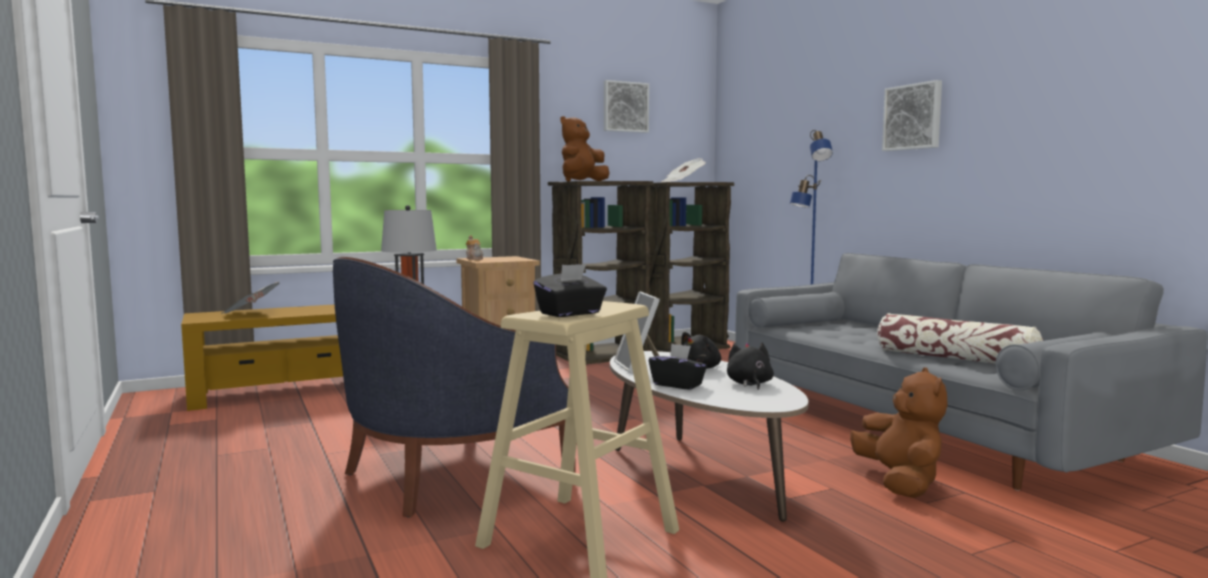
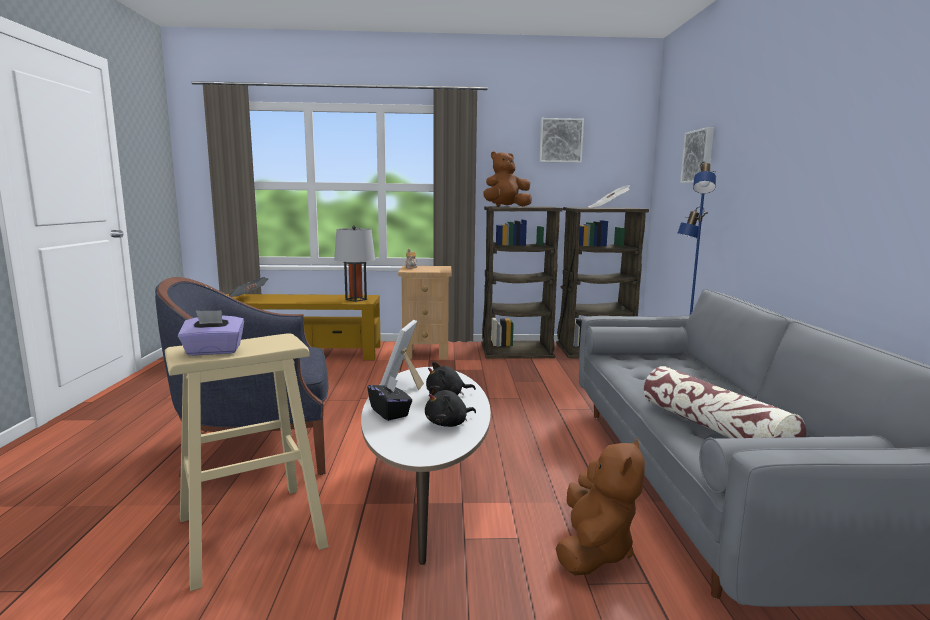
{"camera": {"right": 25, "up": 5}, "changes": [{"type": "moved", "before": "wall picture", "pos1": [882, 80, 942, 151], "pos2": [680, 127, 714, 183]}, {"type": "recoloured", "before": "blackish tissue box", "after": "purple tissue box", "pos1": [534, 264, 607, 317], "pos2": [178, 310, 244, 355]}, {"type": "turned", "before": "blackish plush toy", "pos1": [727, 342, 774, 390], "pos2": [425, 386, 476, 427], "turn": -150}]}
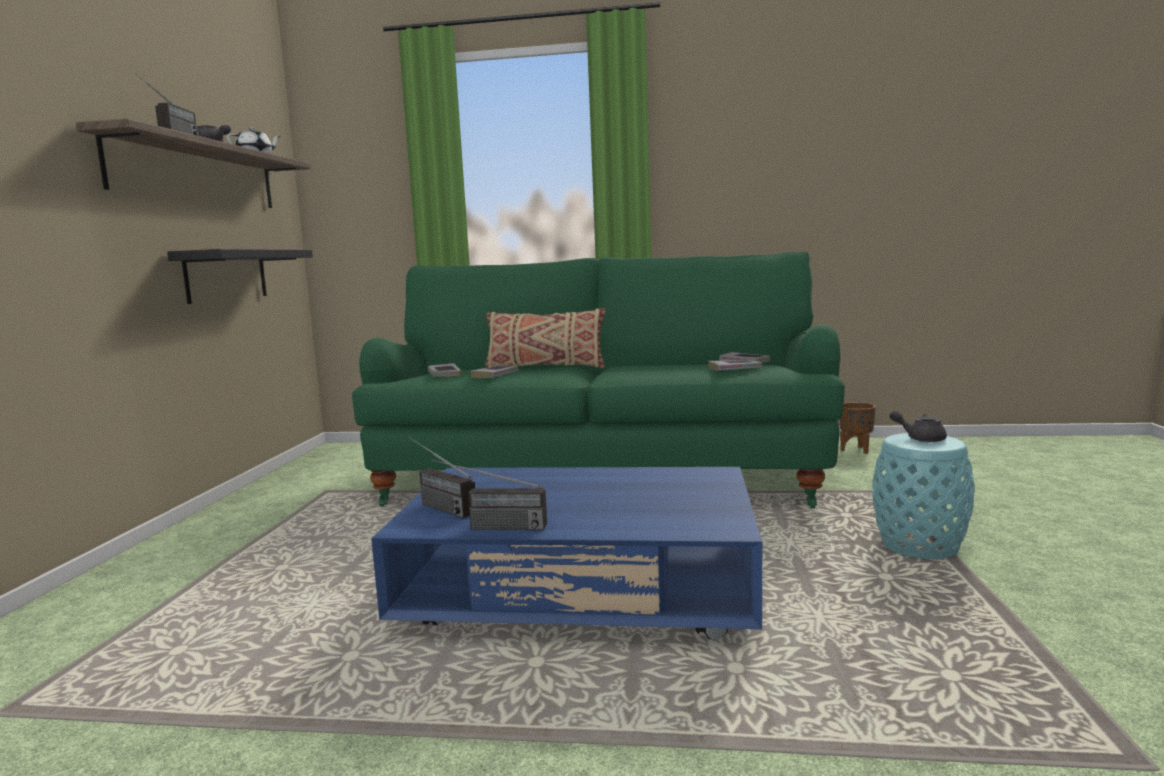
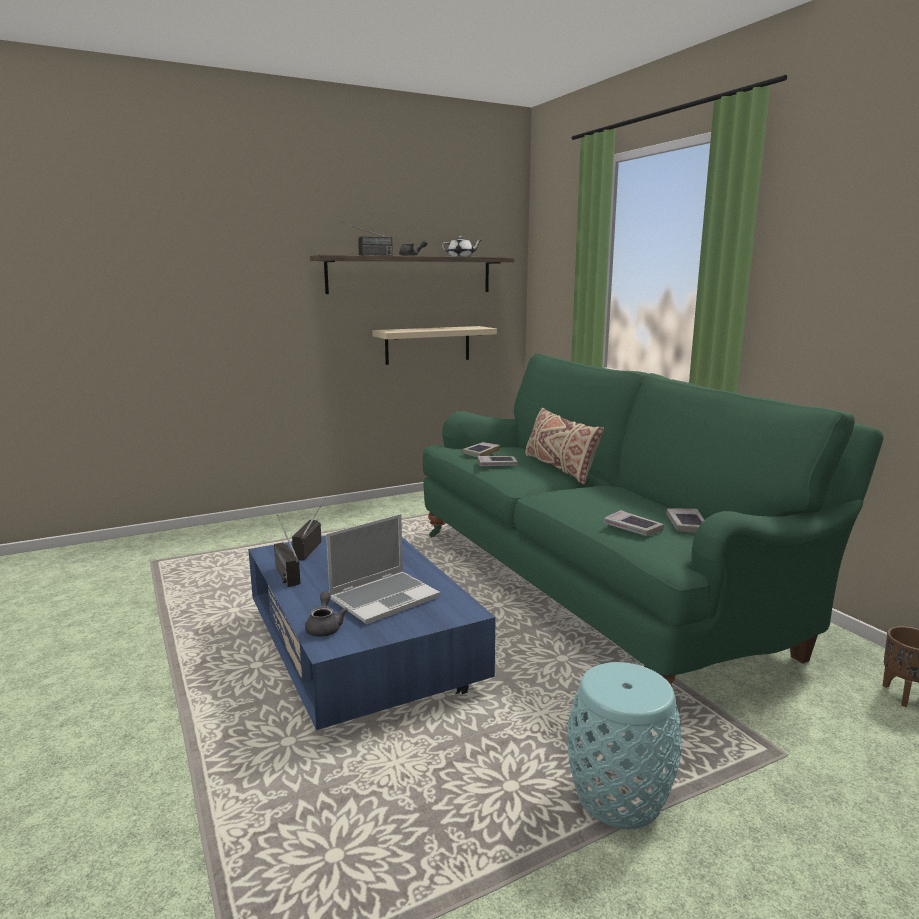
{"camera": {"right": 55, "up": 5}, "changes": [{"type": "recoloured", "before": "blackish bracket shelf", "after": "sand-coloured bracket shelf", "pos1": [167, 249, 313, 304], "pos2": [372, 326, 497, 365]}, {"type": "moved", "before": "grey tea pot", "pos1": [889, 410, 947, 442], "pos2": [305, 591, 348, 637]}, {"type": "added", "after": "notebook computer", "pos2": [326, 514, 440, 624]}]}
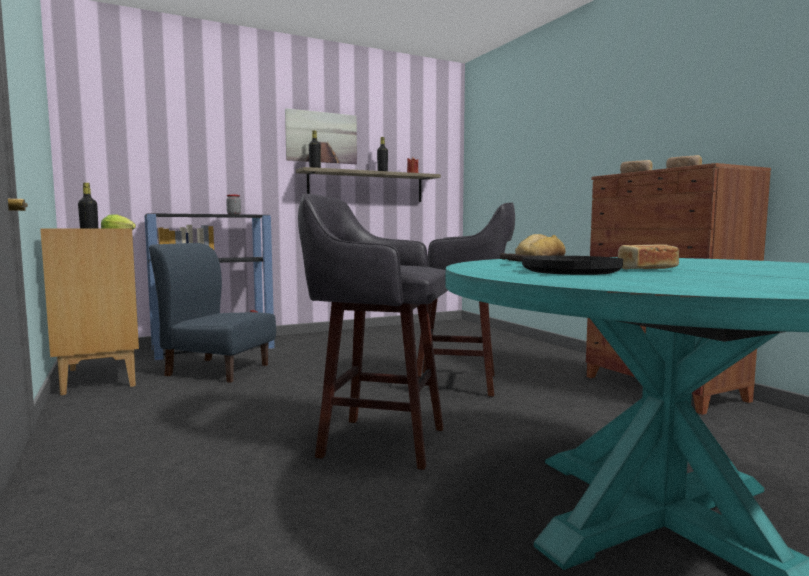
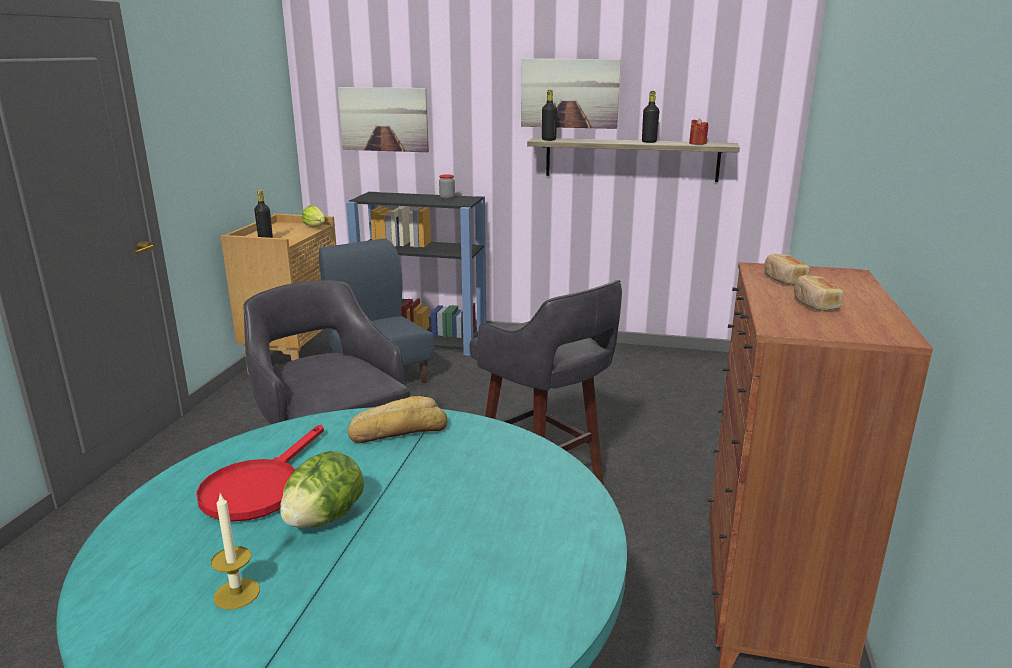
{"camera": {"right": 40, "up": 15}, "changes": [{"type": "replaced", "before": "bread", "after": "head of lettuce", "pos1": [618, 244, 679, 269], "pos2": [280, 451, 364, 528]}, {"type": "recoloured", "before": "blackish skillet", "after": "red-coloured skillet", "pos1": [500, 253, 623, 275], "pos2": [196, 424, 324, 522]}, {"type": "added", "after": "wall picture", "pos2": [338, 87, 429, 152]}, {"type": "added", "after": "wax light", "pos2": [211, 493, 260, 610]}]}
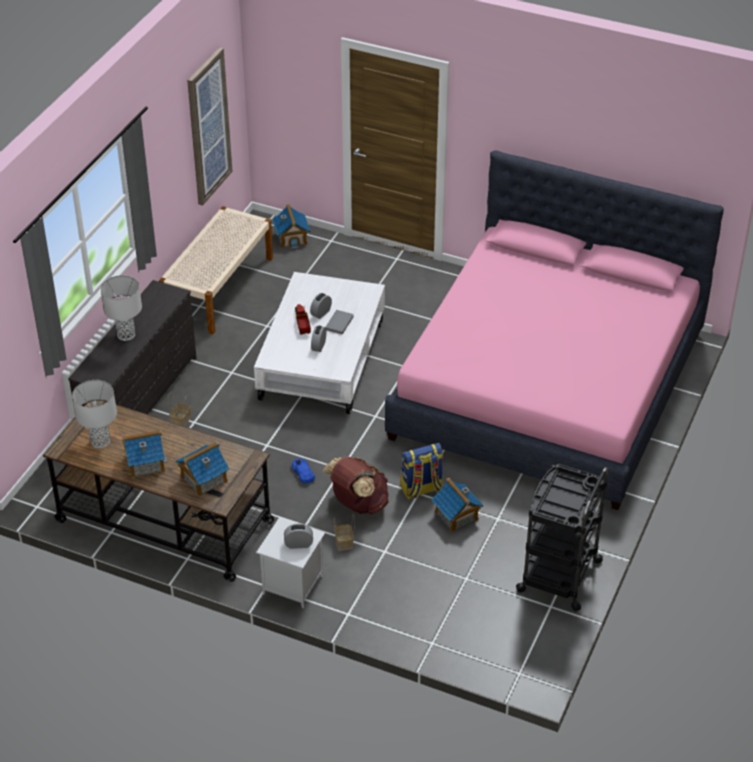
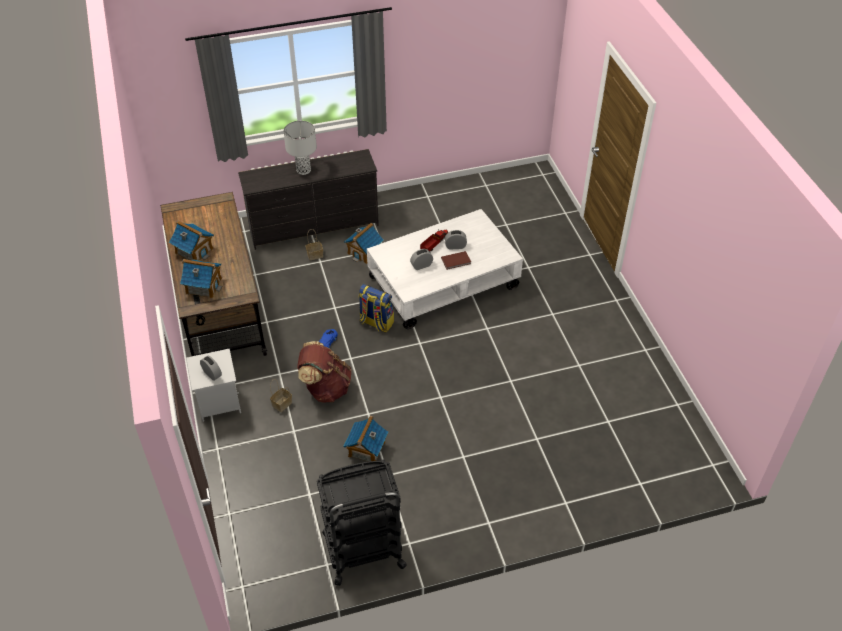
{"camera": {"right": 50, "up": 5}, "changes": [{"type": "removed", "before": "wall picture", "pos1": [187, 47, 232, 205]}, {"type": "removed", "before": "pinkish bed", "pos1": [385, 150, 724, 510]}, {"type": "moved", "before": "model house", "pos1": [272, 204, 310, 249], "pos2": [344, 223, 384, 264]}, {"type": "removed", "before": "sand-coloured bench", "pos1": [159, 206, 273, 335]}, {"type": "recoloured", "before": "grey volume", "after": "brown-coloured volume", "pos1": [325, 310, 354, 335], "pos2": [441, 251, 471, 270]}, {"type": "removed", "before": "whitish lamp for a table", "pos1": [72, 380, 117, 449]}, {"type": "moved", "before": "backpack", "pos1": [401, 443, 443, 499], "pos2": [358, 284, 394, 333]}]}
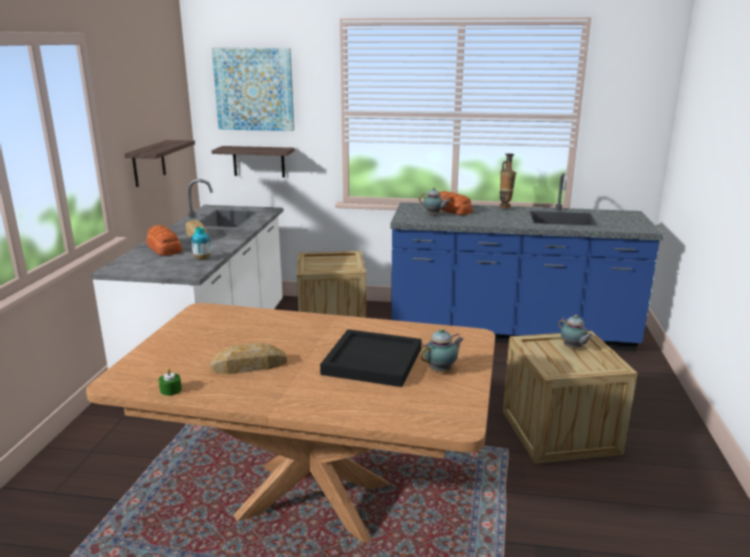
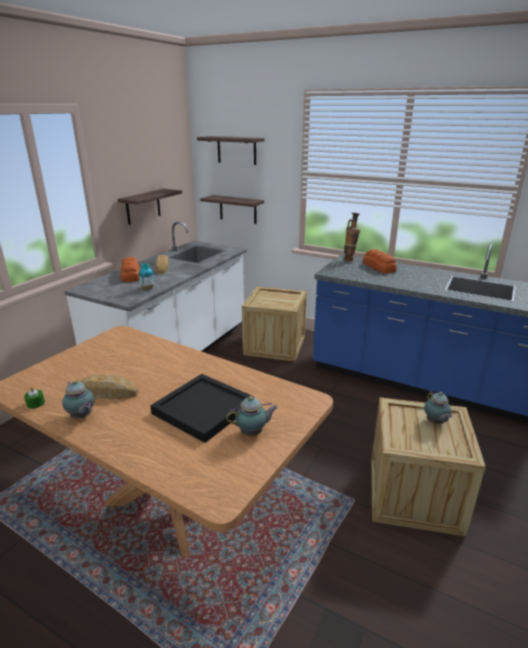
{"camera": {"right": 20, "up": 5}, "changes": [{"type": "replaced", "before": "wall picture", "after": "bracket shelf", "pos1": [212, 48, 294, 131], "pos2": [197, 136, 265, 165]}, {"type": "moved", "before": "flower vase", "pos1": [499, 153, 516, 208], "pos2": [343, 213, 360, 261]}, {"type": "moved", "before": "tea pot", "pos1": [419, 188, 450, 216], "pos2": [62, 380, 95, 418]}]}
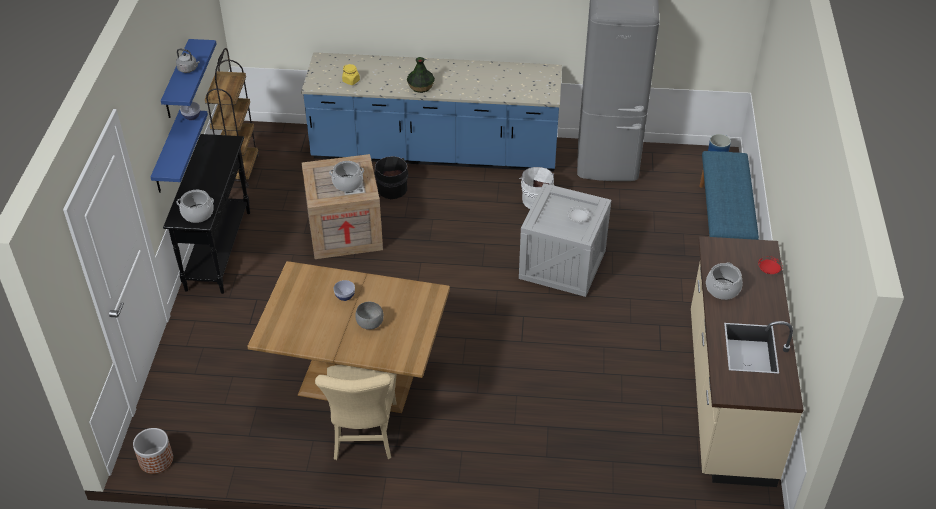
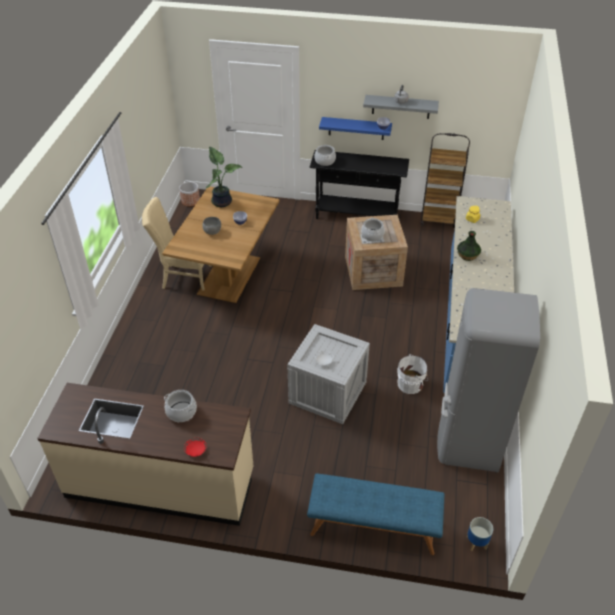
{"camera": {"right": 95, "up": 0}, "changes": [{"type": "recoloured", "before": "blue bracket shelf", "after": "grey bracket shelf", "pos1": [161, 39, 216, 118], "pos2": [363, 95, 439, 119]}, {"type": "removed", "before": "blackish water bucket", "pos1": [374, 156, 409, 199]}, {"type": "added", "after": "potted plant", "pos2": [206, 147, 242, 207]}]}
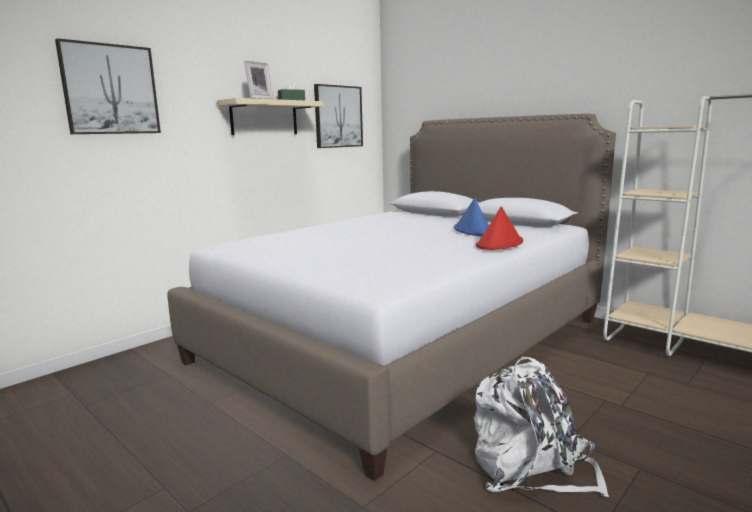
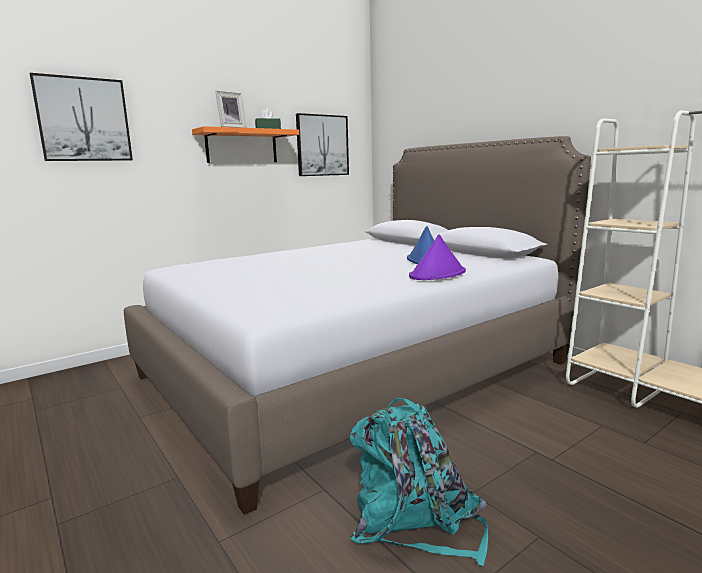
{"camera": {"right": 10, "up": 0}, "changes": [{"type": "recoloured", "before": "sand-coloured bracket shelf", "after": "orangey bracket shelf", "pos1": [217, 98, 324, 135], "pos2": [192, 126, 299, 163]}, {"type": "recoloured", "before": "red-coloured wearable hat", "after": "purple wearable hat", "pos1": [476, 207, 523, 250], "pos2": [409, 235, 466, 280]}, {"type": "recoloured", "before": "whitish backpack", "after": "turquoise-coloured backpack", "pos1": [474, 357, 609, 497], "pos2": [350, 398, 488, 566]}]}
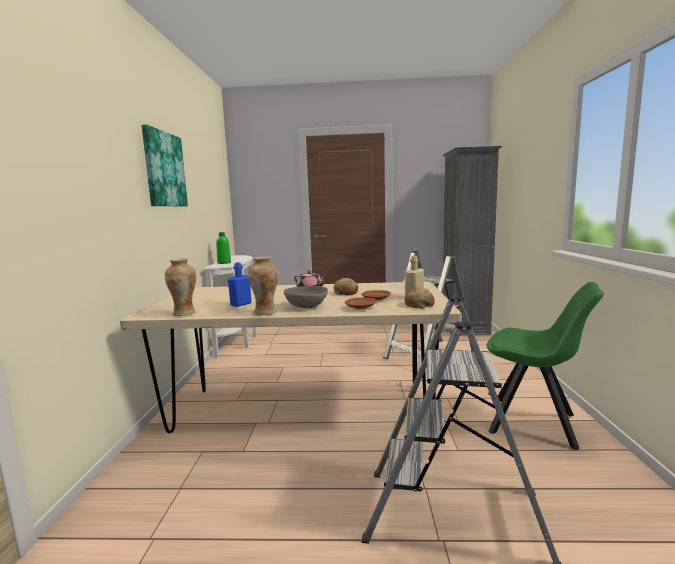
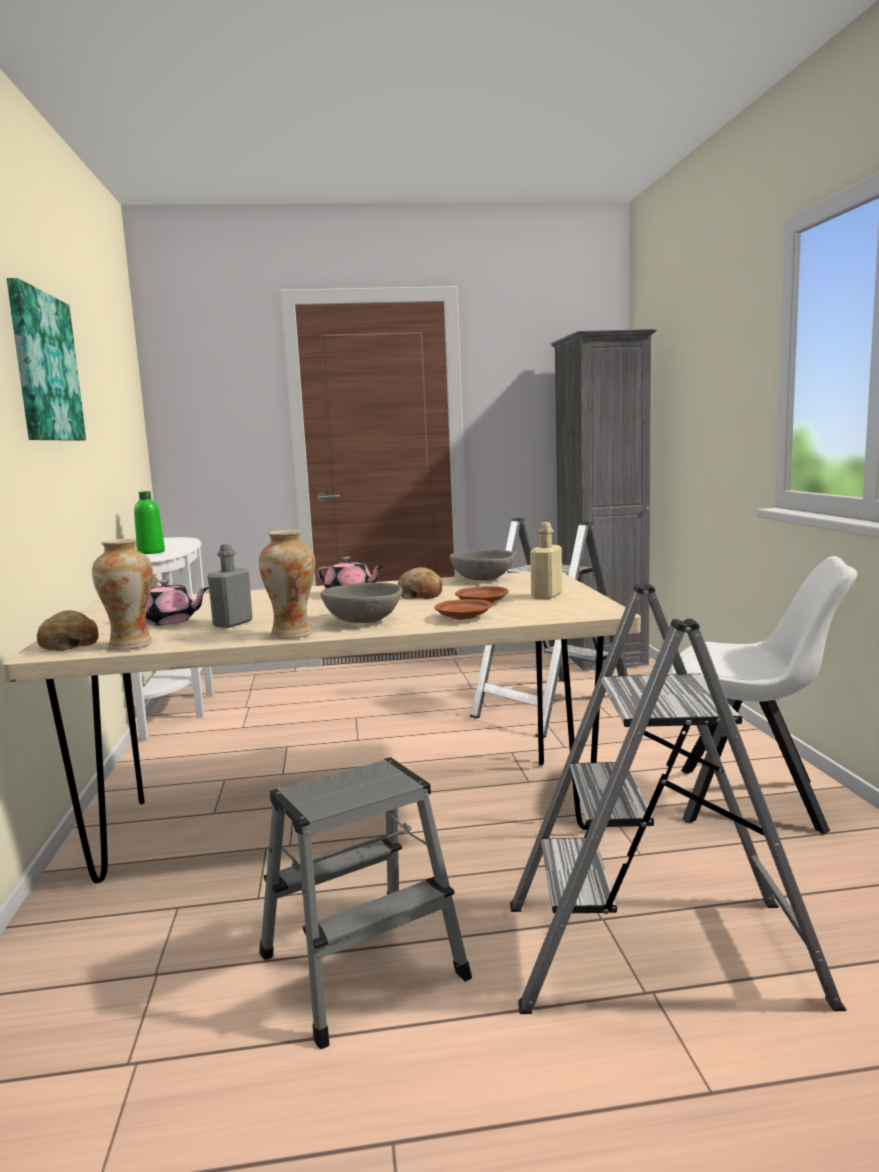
{"camera": {"right": -10, "up": 0}, "changes": [{"type": "recoloured", "before": "blue beverage bottle", "after": "grey beverage bottle", "pos1": [228, 262, 251, 307], "pos2": [207, 544, 253, 628]}, {"type": "recoloured", "before": "greenish chair", "after": "whitish chair", "pos1": [487, 282, 604, 450], "pos2": [670, 556, 857, 834]}, {"type": "moved", "before": "bread", "pos1": [404, 287, 435, 308], "pos2": [37, 610, 99, 651]}, {"type": "added", "after": "grey bowl", "pos2": [450, 550, 514, 581]}, {"type": "added", "after": "pinkish tea pot", "pos2": [146, 579, 209, 625]}, {"type": "added", "after": "grey step stool", "pos2": [259, 757, 472, 1049]}]}
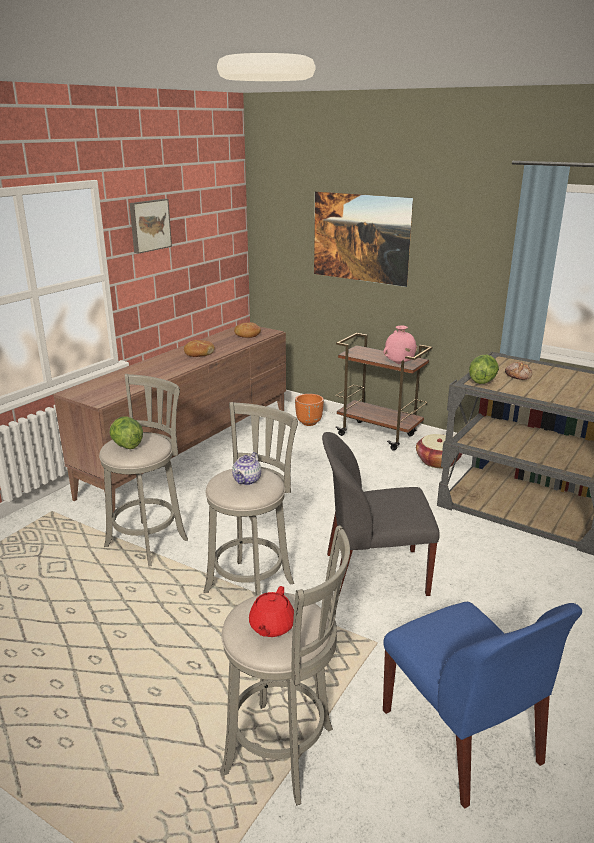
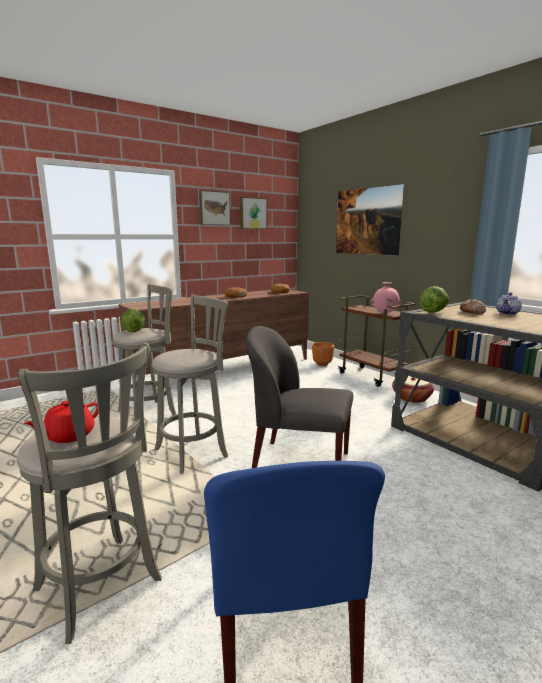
{"camera": {"right": 20, "up": -10}, "changes": [{"type": "moved", "before": "tea pot", "pos1": [232, 452, 261, 485], "pos2": [496, 292, 522, 315]}, {"type": "added", "after": "wall picture", "pos2": [240, 197, 267, 229]}]}
